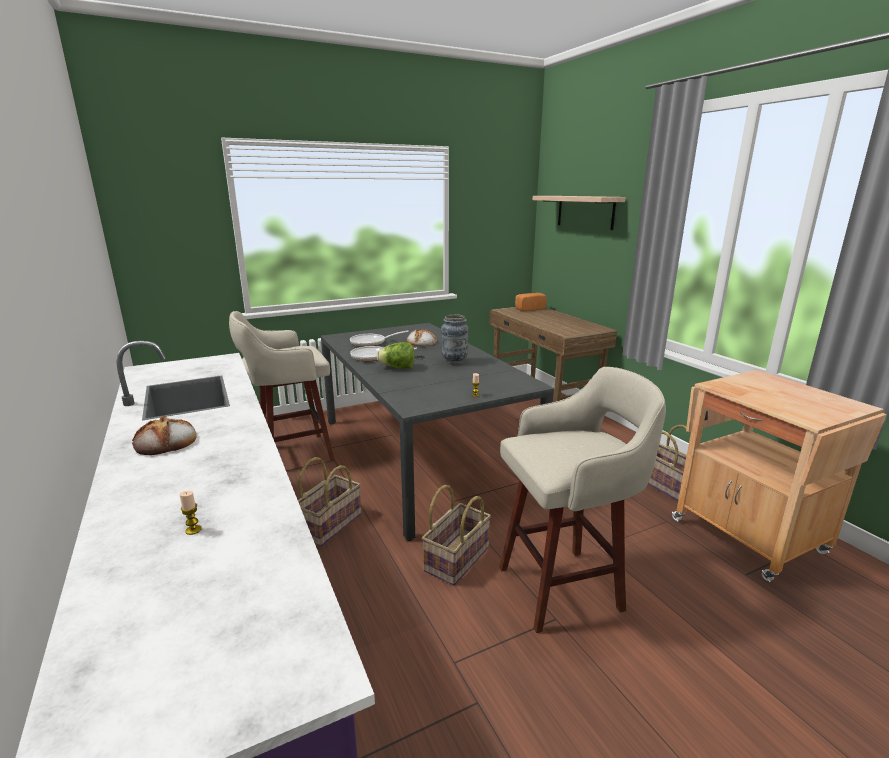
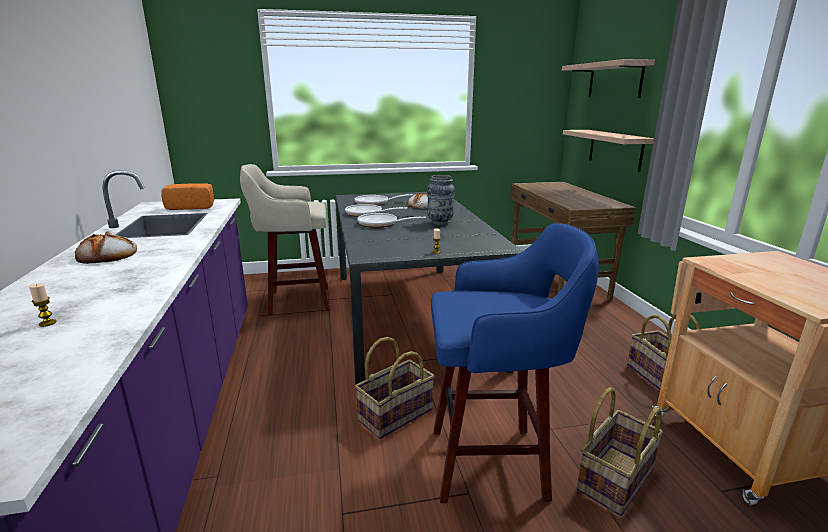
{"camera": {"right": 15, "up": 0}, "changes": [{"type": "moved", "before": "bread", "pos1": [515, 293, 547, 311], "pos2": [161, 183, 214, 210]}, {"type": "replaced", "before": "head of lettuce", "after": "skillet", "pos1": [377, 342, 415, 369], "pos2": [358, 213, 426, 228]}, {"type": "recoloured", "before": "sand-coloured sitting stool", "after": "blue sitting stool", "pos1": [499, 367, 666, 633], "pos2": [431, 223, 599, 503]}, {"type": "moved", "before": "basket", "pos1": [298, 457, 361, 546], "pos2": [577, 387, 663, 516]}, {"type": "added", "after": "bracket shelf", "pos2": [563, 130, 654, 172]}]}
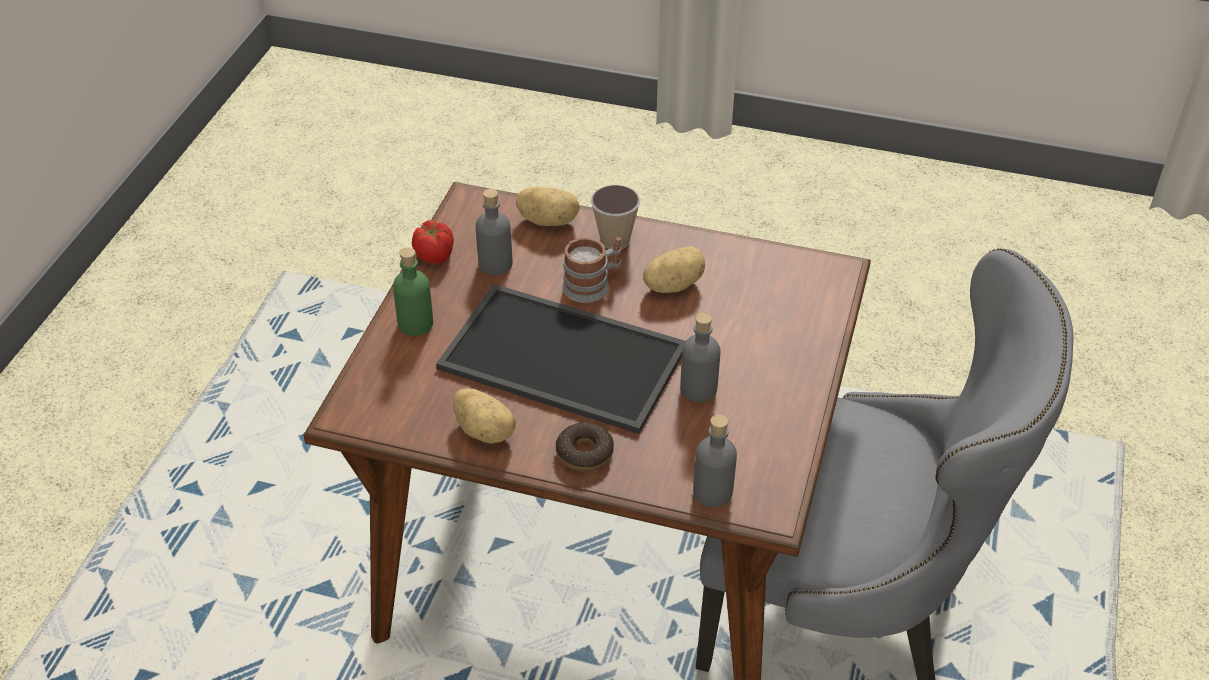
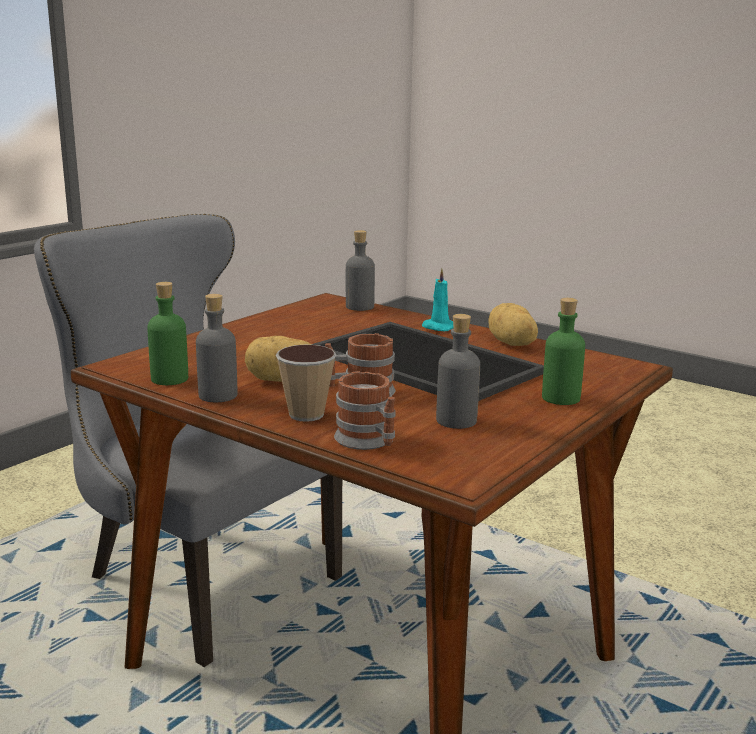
{"camera": {"right": -160, "up": -25}, "changes": [{"type": "replaced", "before": "spud", "after": "coffee mug", "pos1": [516, 187, 580, 226], "pos2": [334, 371, 396, 450]}, {"type": "removed", "before": "fresh tomato", "pos1": [412, 220, 454, 264]}, {"type": "moved", "before": "grey beverage bottle", "pos1": [680, 312, 720, 402], "pos2": [196, 294, 237, 402]}, {"type": "replaced", "before": "donut", "after": "turquoise-coloured wax light", "pos1": [556, 422, 614, 472], "pos2": [422, 268, 454, 331]}, {"type": "added", "after": "greenish beverage bottle", "pos2": [147, 282, 188, 385]}]}
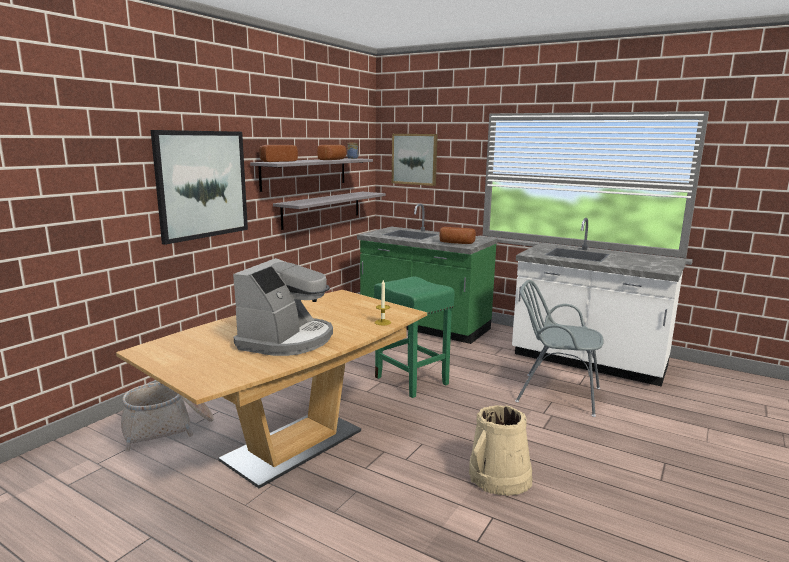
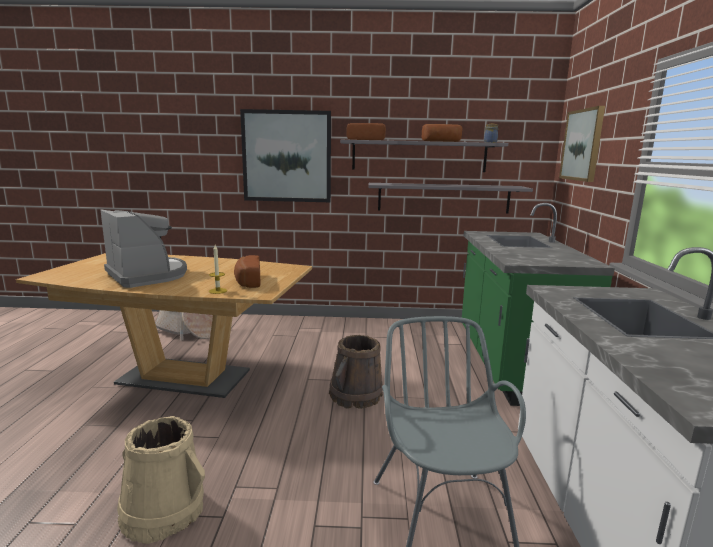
{"camera": {"right": 60, "up": 0}, "changes": [{"type": "moved", "before": "bread", "pos1": [440, 227, 476, 244], "pos2": [234, 255, 260, 288]}, {"type": "turned", "before": "coffee maker", "pos1": [233, 258, 333, 356], "pos2": [101, 209, 187, 288], "turn": -120}, {"type": "replaced", "before": "greenish sitting stool", "after": "brown-coloured water bucket", "pos1": [374, 277, 455, 398], "pos2": [329, 335, 383, 409]}]}
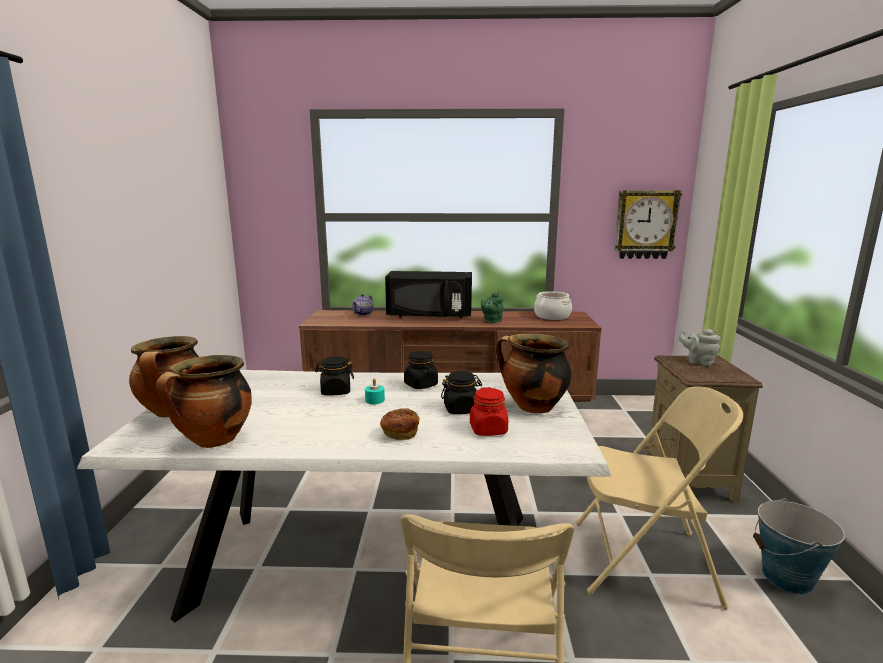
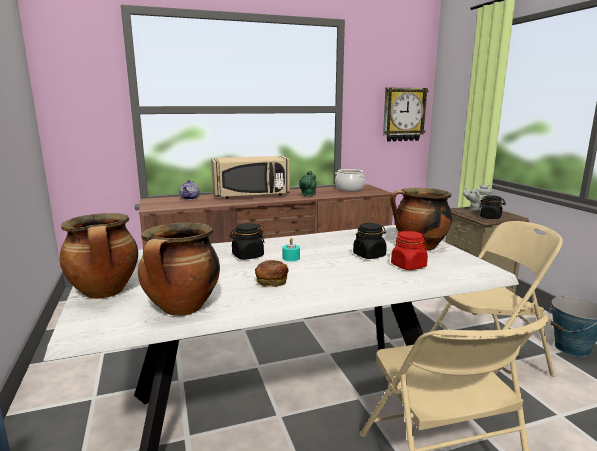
{"camera": {"right": -20, "up": 0}, "changes": [{"type": "recoloured", "before": "blackish microwave", "after": "sand-coloured microwave", "pos1": [385, 271, 472, 319], "pos2": [211, 156, 290, 199]}, {"type": "moved", "before": "blackish storage jar", "pos1": [404, 351, 438, 389], "pos2": [479, 195, 506, 219]}, {"type": "moved", "before": "bread", "pos1": [380, 408, 420, 440], "pos2": [255, 260, 289, 287]}]}
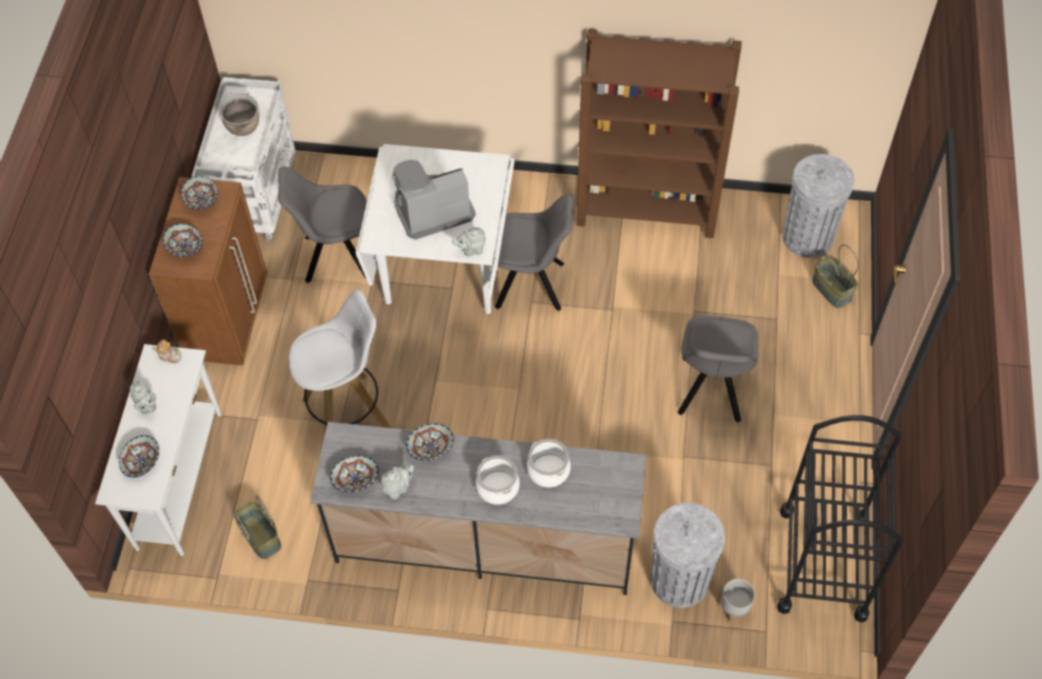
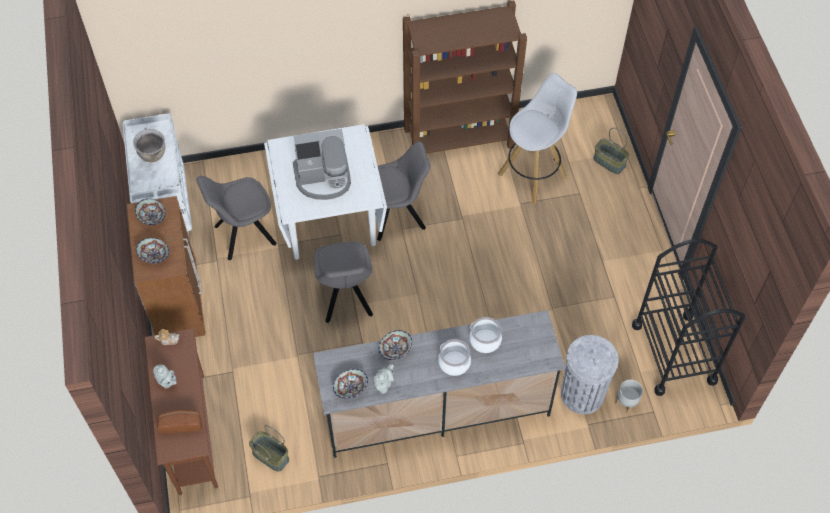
{"camera": {"right": -20, "up": 0}, "changes": [{"type": "removed", "before": "grey trash can", "pos1": [782, 154, 855, 258]}, {"type": "turned", "before": "coffee maker", "pos1": [392, 160, 476, 240], "pos2": [293, 129, 351, 200], "turn": -150}, {"type": "removed", "before": "grey tea pot", "pos1": [452, 227, 486, 257]}, {"type": "moved", "before": "whitish sitting stool", "pos1": [289, 289, 391, 432], "pos2": [498, 73, 577, 204]}, {"type": "moved", "before": "grey chair", "pos1": [678, 315, 758, 423], "pos2": [314, 242, 373, 323]}, {"type": "recoloured", "before": "whitish console table", "after": "brown-coloured console table", "pos1": [95, 344, 222, 556], "pos2": [145, 328, 218, 495]}, {"type": "replaced", "before": "bowl", "after": "bread", "pos1": [119, 435, 159, 478], "pos2": [157, 409, 202, 434]}]}
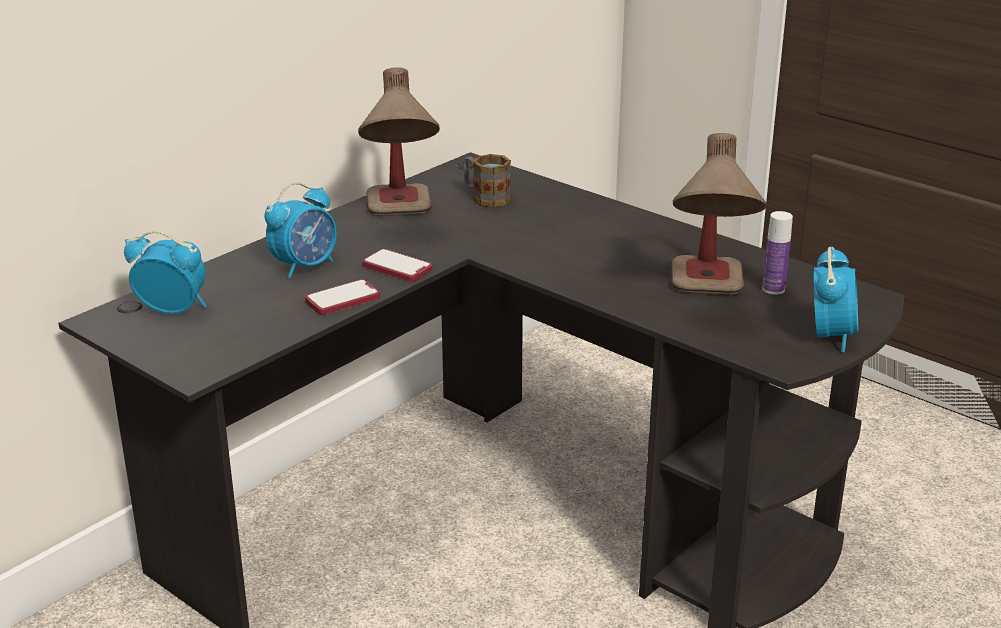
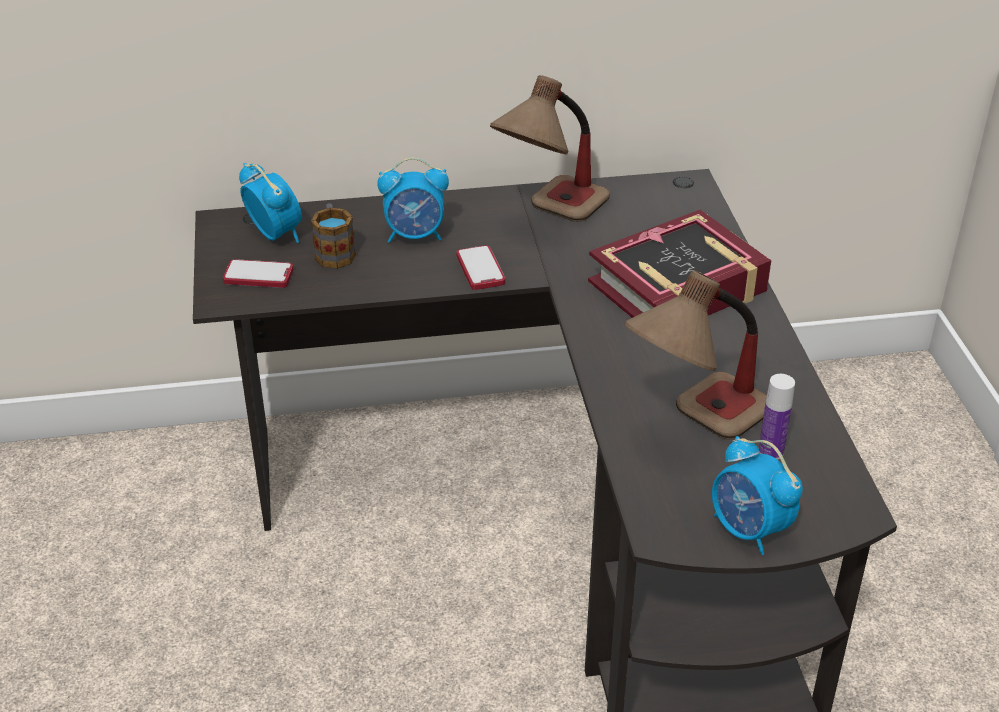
{"camera": {"right": 40, "up": 10}, "changes": [{"type": "moved", "before": "coffee mug", "pos1": [463, 154, 511, 208], "pos2": [311, 203, 356, 269]}, {"type": "turned", "before": "table clock", "pos1": [814, 247, 858, 352], "pos2": [712, 436, 803, 555], "turn": 90}, {"type": "moved", "before": "phone", "pos1": [305, 280, 380, 315], "pos2": [223, 259, 294, 288]}, {"type": "added", "after": "volume", "pos2": [588, 210, 772, 318]}]}
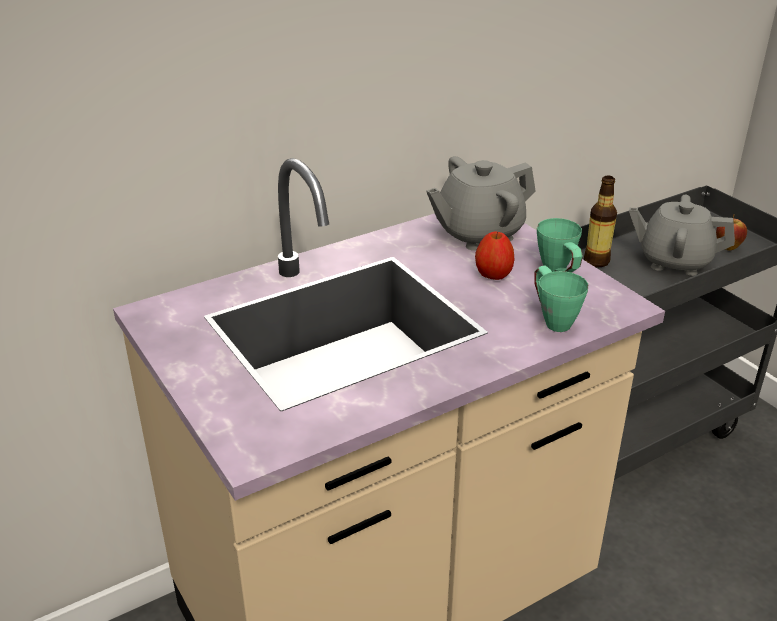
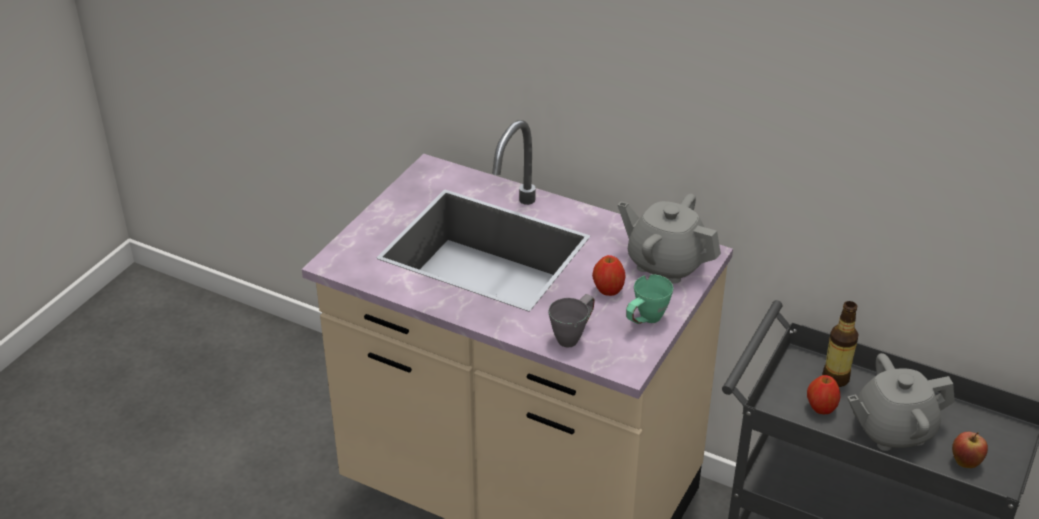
{"camera": {"right": 60, "up": 5}, "changes": [{"type": "turned", "before": "grey tea pot", "pos1": [629, 195, 735, 276], "pos2": [847, 353, 955, 451], "turn": -90}, {"type": "recoloured", "before": "greenish coffee mug", "after": "grey coffee mug", "pos1": [534, 266, 588, 332], "pos2": [549, 294, 595, 348]}, {"type": "added", "after": "apple", "pos2": [807, 375, 840, 414]}]}
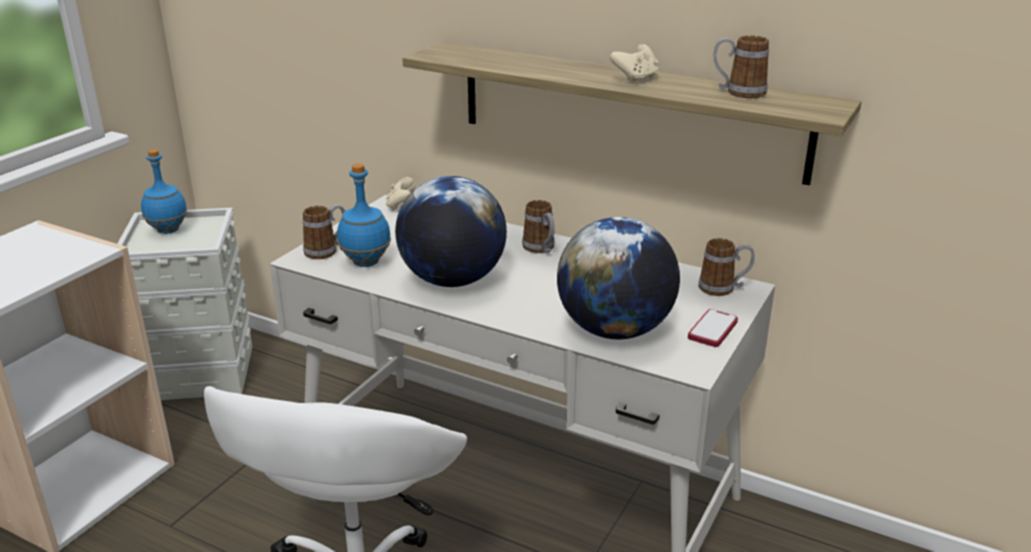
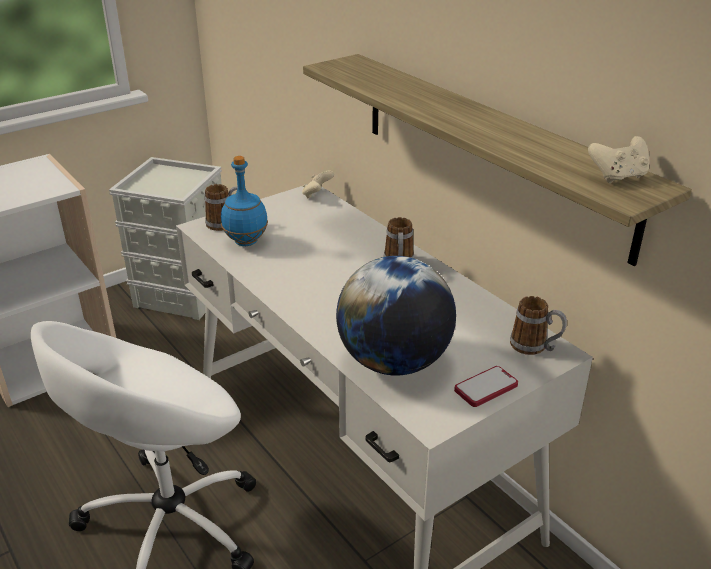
{"camera": {"right": 25, "up": 5}, "changes": [{"type": "removed", "before": "coffee mug", "pos1": [714, 35, 769, 98]}, {"type": "moved", "before": "sand-coloured gamepad", "pos1": [610, 44, 659, 84], "pos2": [588, 136, 649, 184]}, {"type": "removed", "before": "blue beverage bottle", "pos1": [141, 149, 187, 234]}, {"type": "removed", "before": "globe", "pos1": [395, 176, 507, 287]}]}
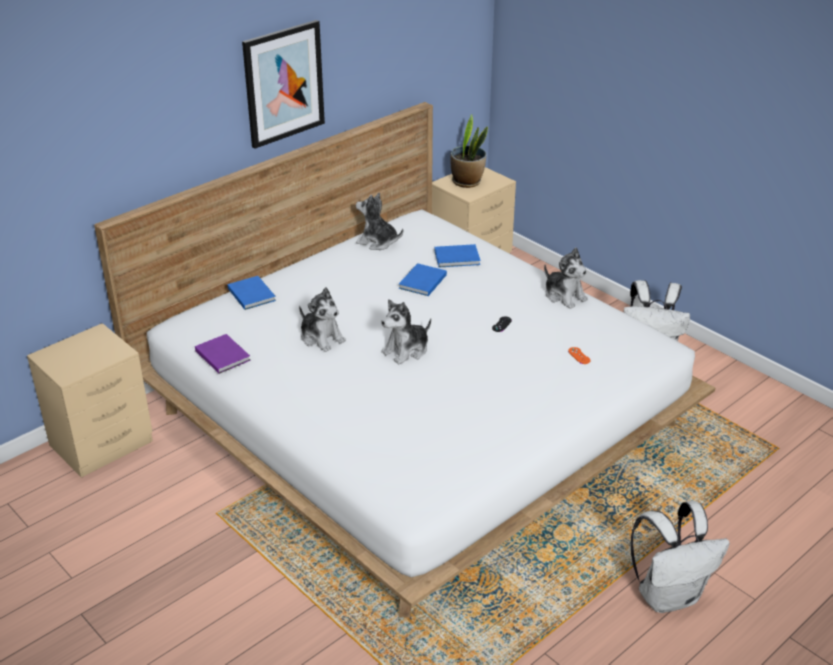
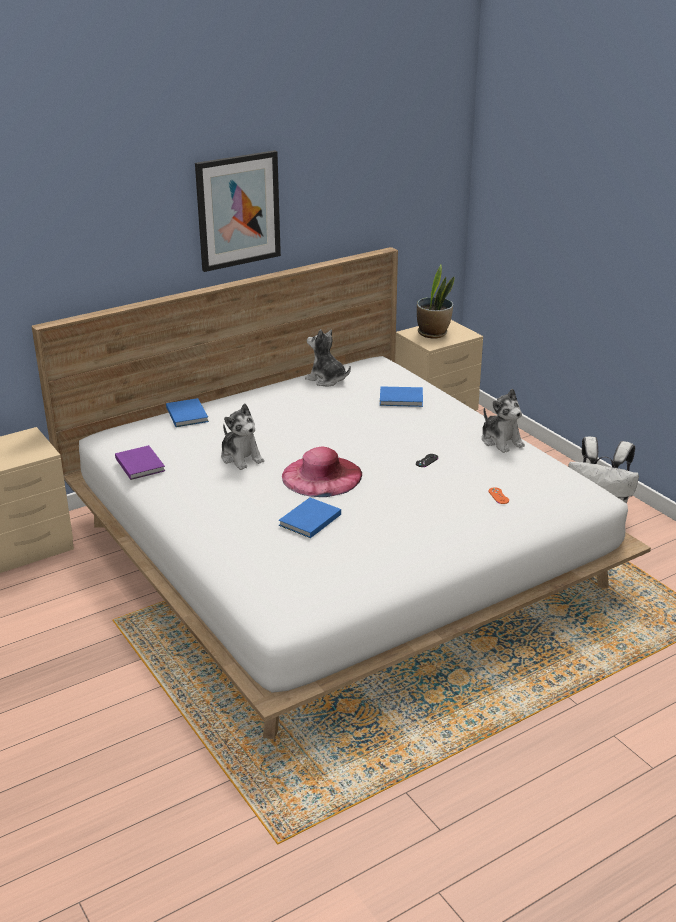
{"camera": {"right": 10, "up": -5}, "changes": [{"type": "moved", "before": "blue volume", "pos1": [399, 263, 447, 296], "pos2": [279, 498, 341, 538]}, {"type": "replaced", "before": "plush toy", "after": "pinkish wearable hat", "pos1": [381, 299, 431, 364], "pos2": [282, 446, 362, 497]}, {"type": "removed", "before": "whitish backpack", "pos1": [631, 501, 730, 613]}]}
